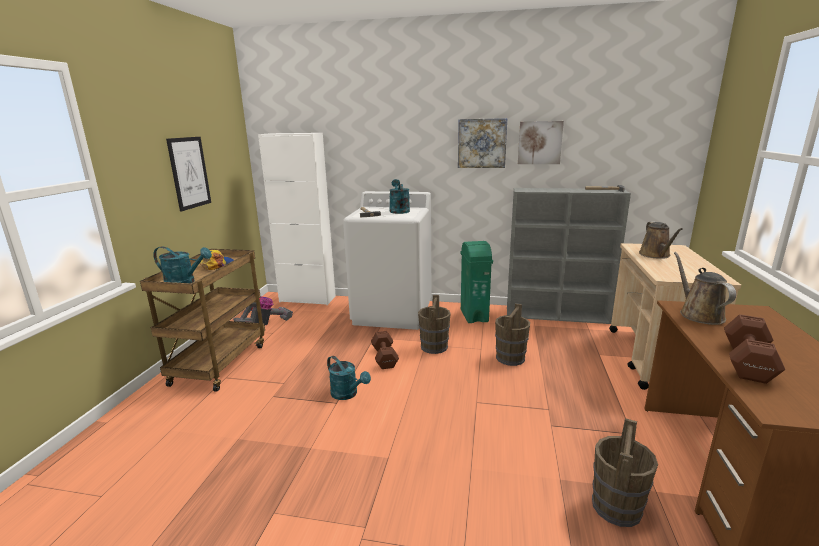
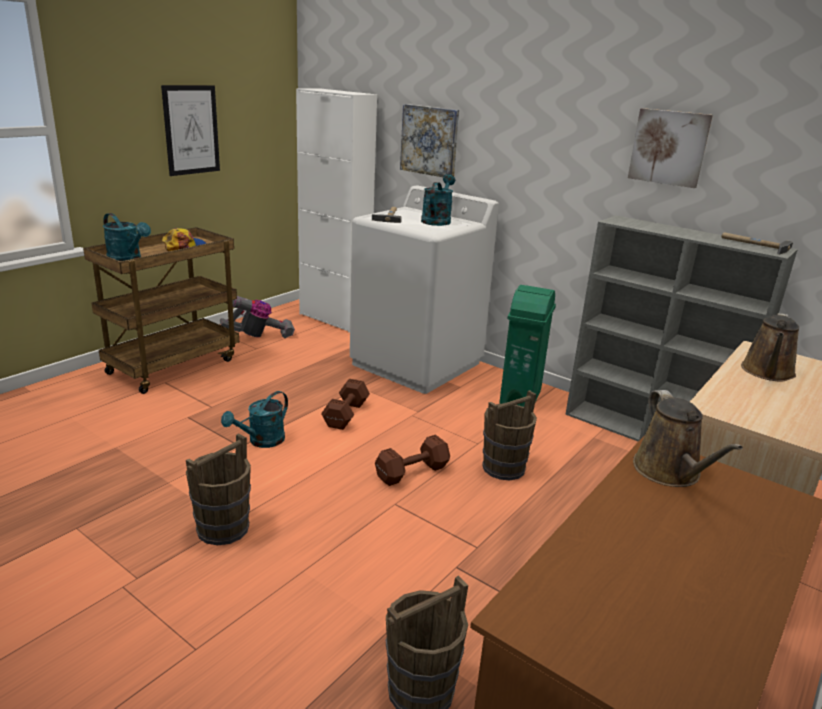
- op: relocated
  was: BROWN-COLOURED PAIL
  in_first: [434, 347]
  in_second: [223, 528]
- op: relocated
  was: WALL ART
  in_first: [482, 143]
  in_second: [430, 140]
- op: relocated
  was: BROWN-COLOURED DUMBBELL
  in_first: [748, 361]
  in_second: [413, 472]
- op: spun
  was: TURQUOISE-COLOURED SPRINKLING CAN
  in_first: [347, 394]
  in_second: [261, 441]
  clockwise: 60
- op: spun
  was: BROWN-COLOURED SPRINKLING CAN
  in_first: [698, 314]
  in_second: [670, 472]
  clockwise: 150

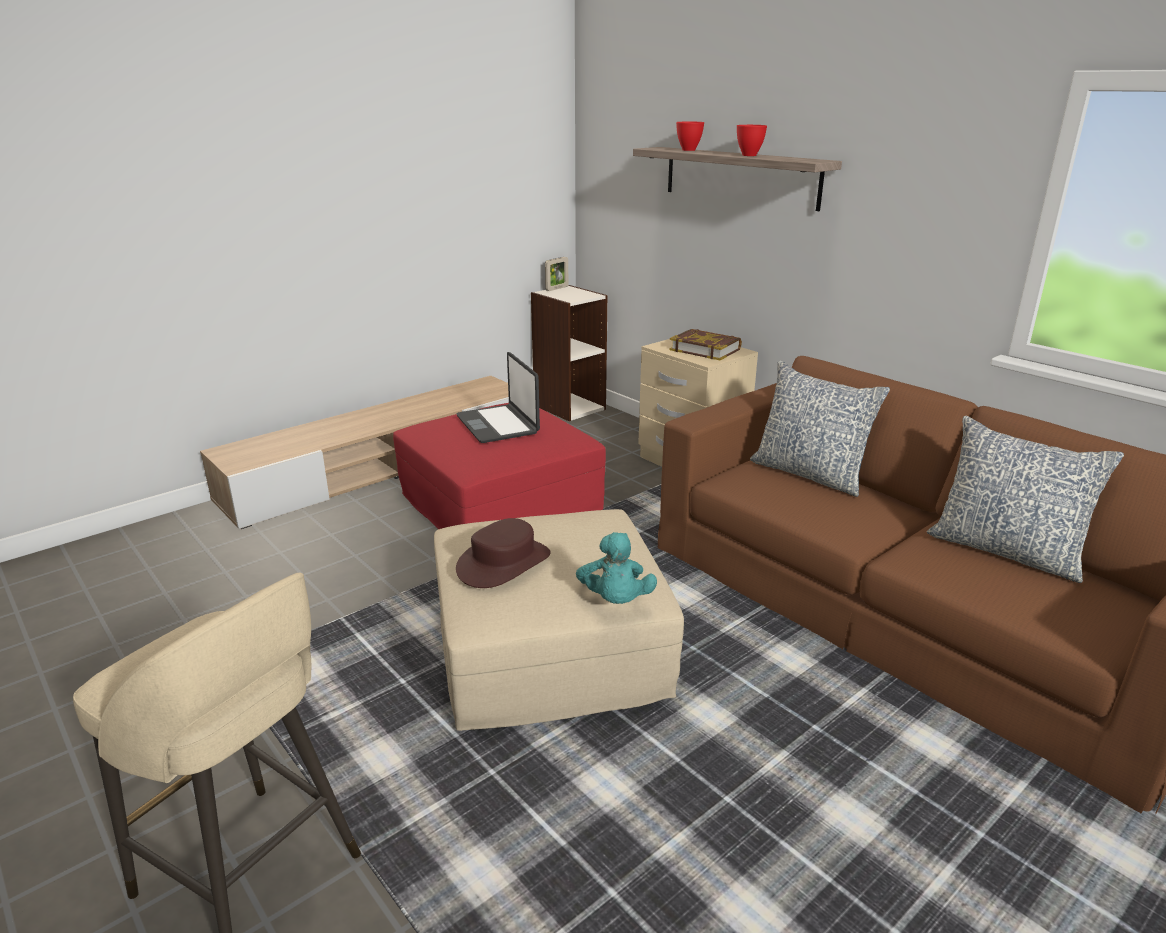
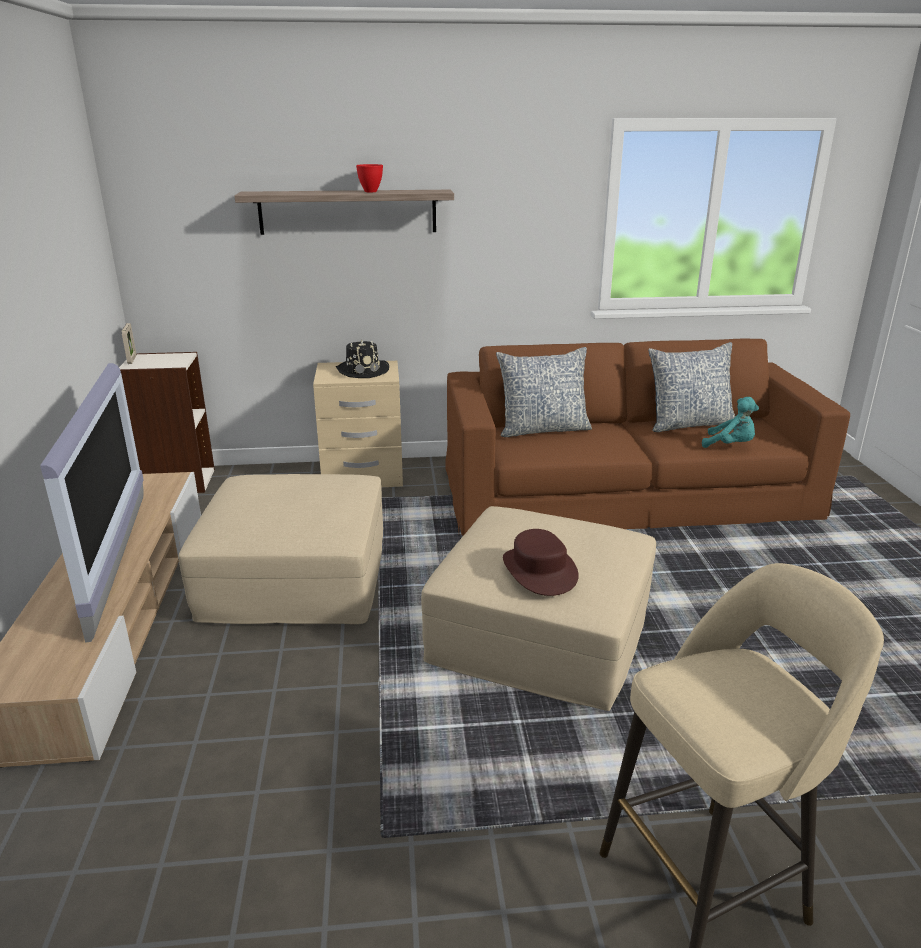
- op: missing
  was: PORTABLE COMPUTER
  in_first: [498, 425]
- op: missing
  was: RED-COLOURED SERVING BOWL
  in_first: [689, 150]
- op: appeared
  now: TELEVISION
  in_second: [121, 561]
- op: relocated
  was: TURQUOISE-COLOURED CUDDLY TOY
  in_first: [615, 600]
  in_second: [730, 445]
- op: exchanged
  was: VOLUME
  now: BLACK-COLOURED WEARABLE HAT
  in_first: [705, 349]
  in_second: [362, 370]
- op: colour
  was: RED-COLOURED FOOTREST
  now: SAND-COLOURED FOOTREST
  in_first: [501, 502]
  in_second: [295, 576]

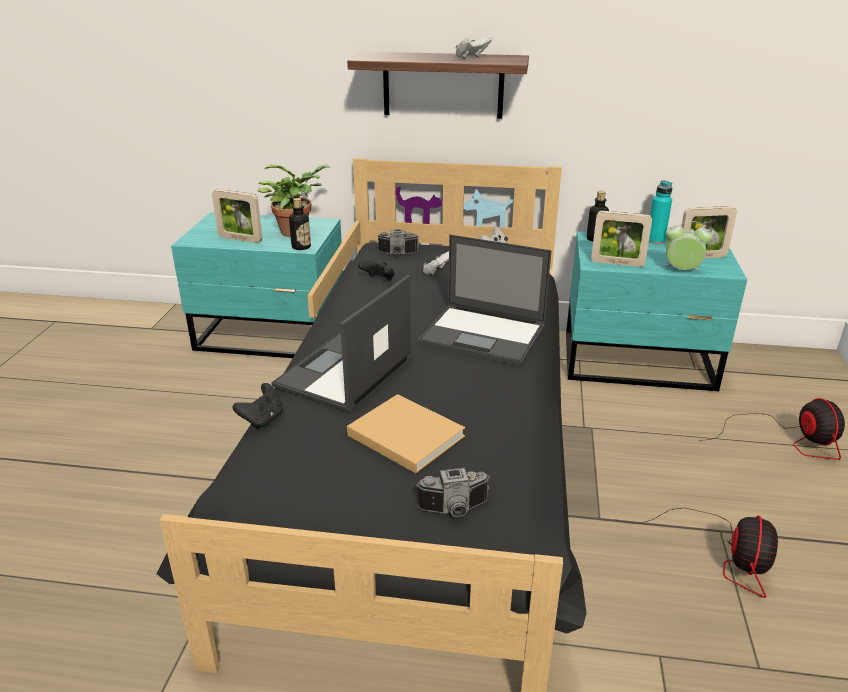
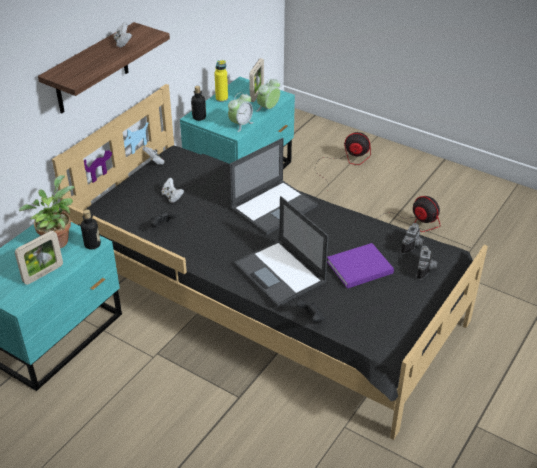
- op: relocated
  was: STILL CAMERA
  in_first: [397, 254]
  in_second: [413, 246]
- op: exchanged
  was: PICTURE FRAME
  now: ALARM CLOCK
  in_first: [617, 263]
  in_second: [240, 124]
- op: colour
  was: SAND-COLOURED VOLUME
  now: PURPLE VOLUME
  in_first: [403, 434]
  in_second: [358, 268]
- op: colour
  was: TURQUOISE-COLOURED BOTTLE
  now: YELLOW-COLOURED BOTTLE
  in_first: [655, 241]
  in_second: [221, 99]

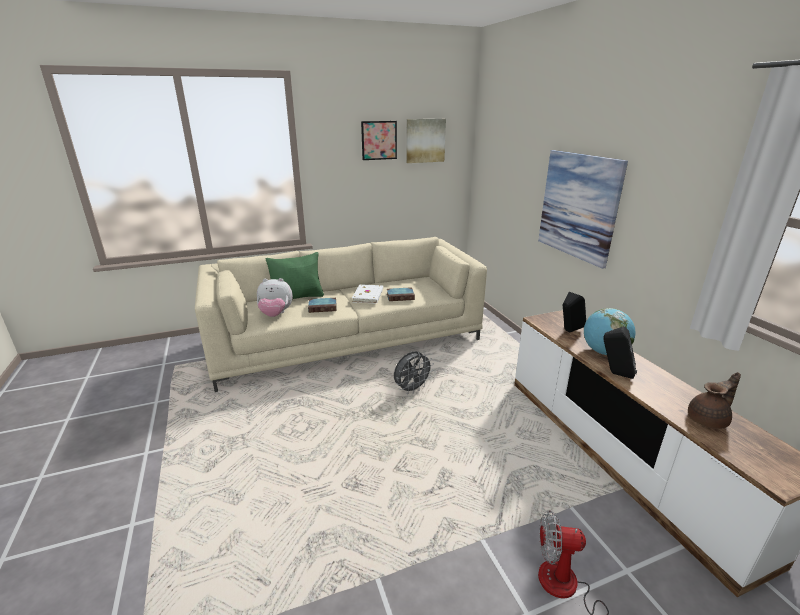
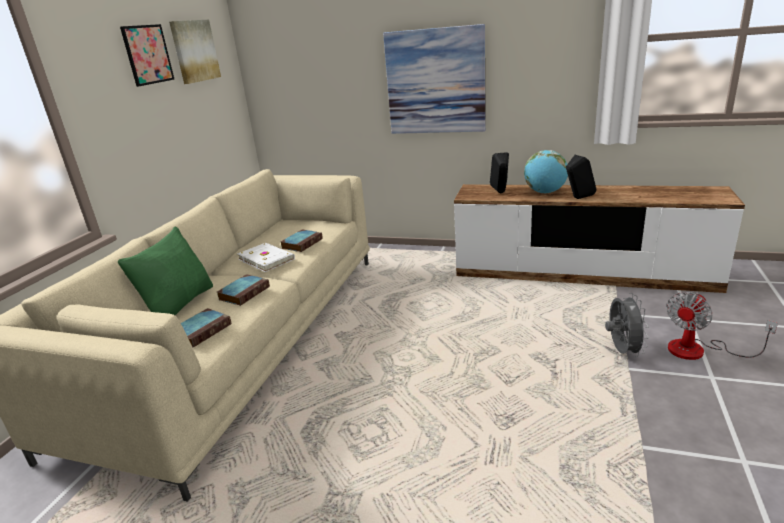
- op: missing
  was: BROWN-COLOURED POT FOR TEA
  in_first: [708, 420]
- op: relocated
  was: GRAY ELECTRIC FAN
  in_first: [412, 389]
  in_second: [621, 351]
- op: exchanged
  was: CUDDLY TOY
  now: VOLUME
  in_first: [276, 314]
  in_second: [202, 330]

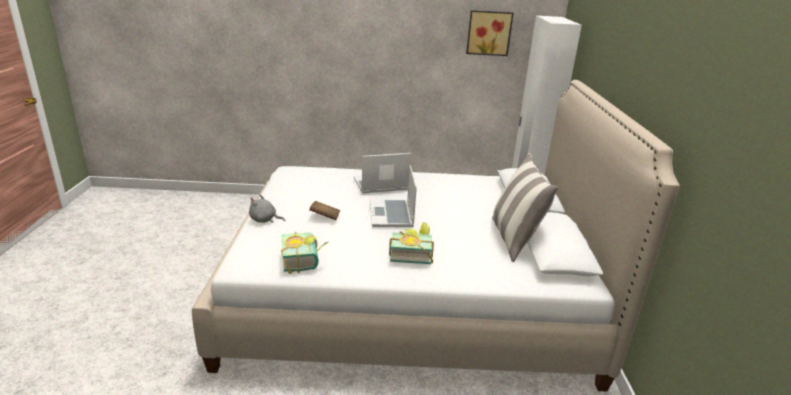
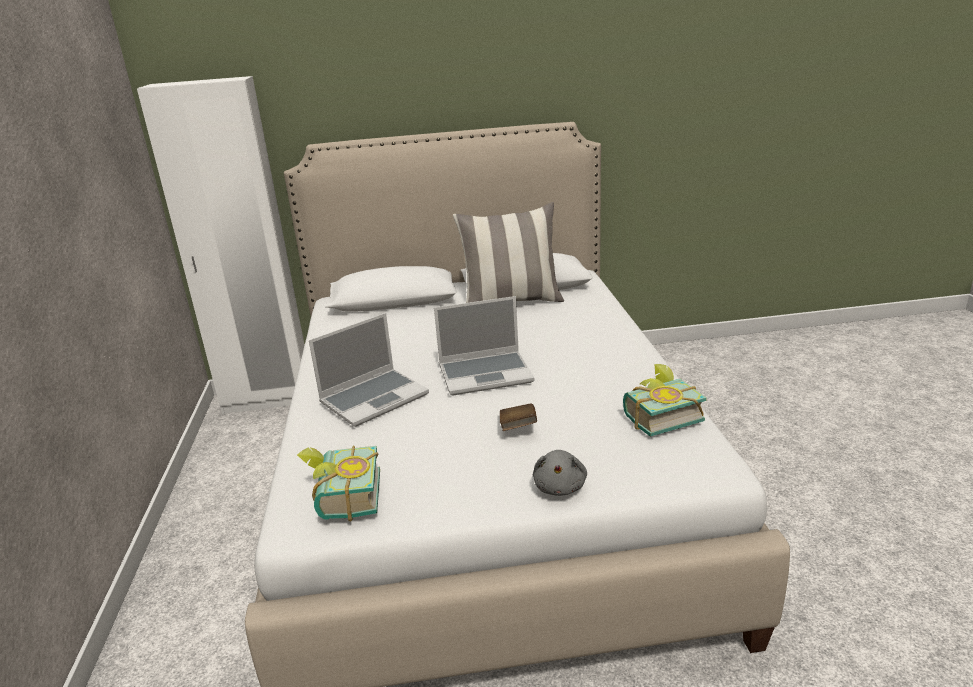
- op: missing
  was: WALL ART
  in_first: [488, 33]
- op: relocated
  was: VOLUME
  in_first: [411, 254]
  in_second: [342, 498]
- op: spun
  was: PORTABLE COMPUTER
  in_first: [380, 185]
  in_second: [374, 398]
  clockwise: -105

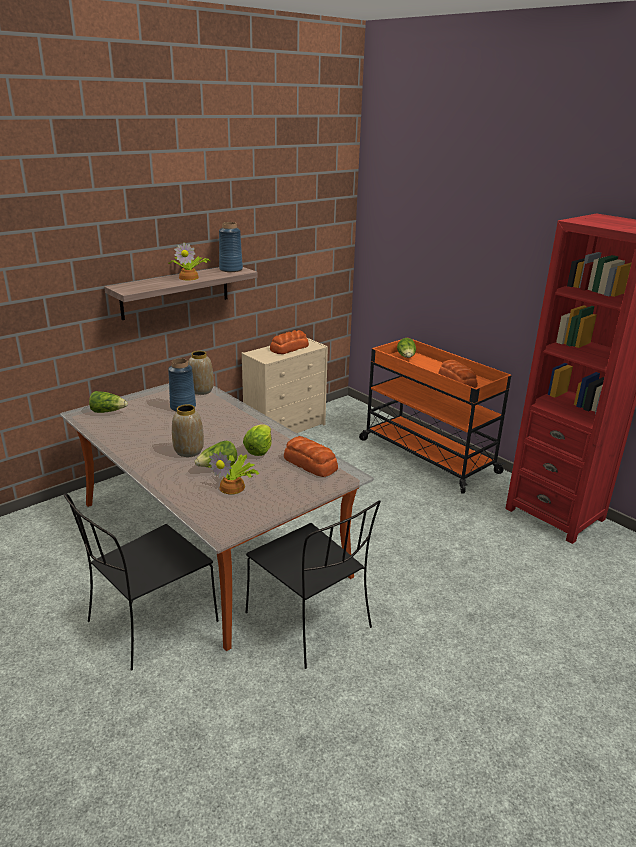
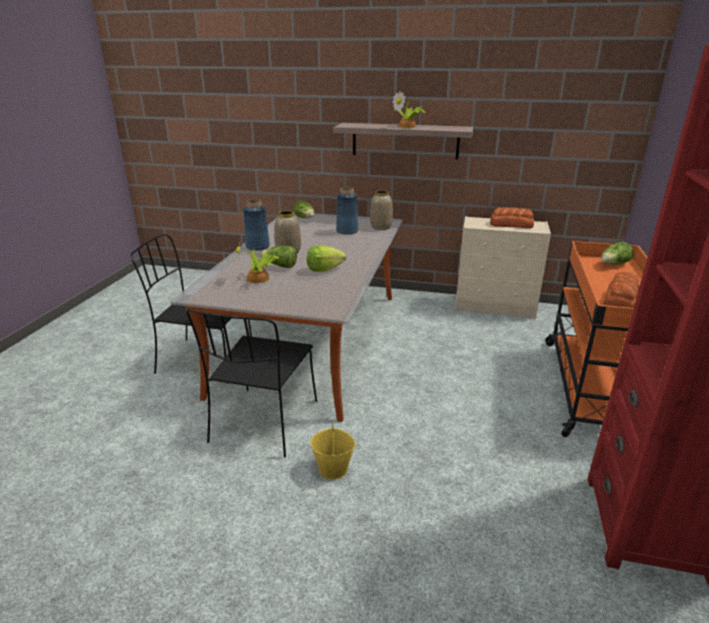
- op: missing
  was: BAKERY BREAD
  in_first: [310, 464]
- op: appeared
  now: YELLOW-COLOURED PAIL
  in_second: [333, 469]
- op: relocated
  was: BLUE VASE
  in_first: [231, 269]
  in_second: [257, 247]

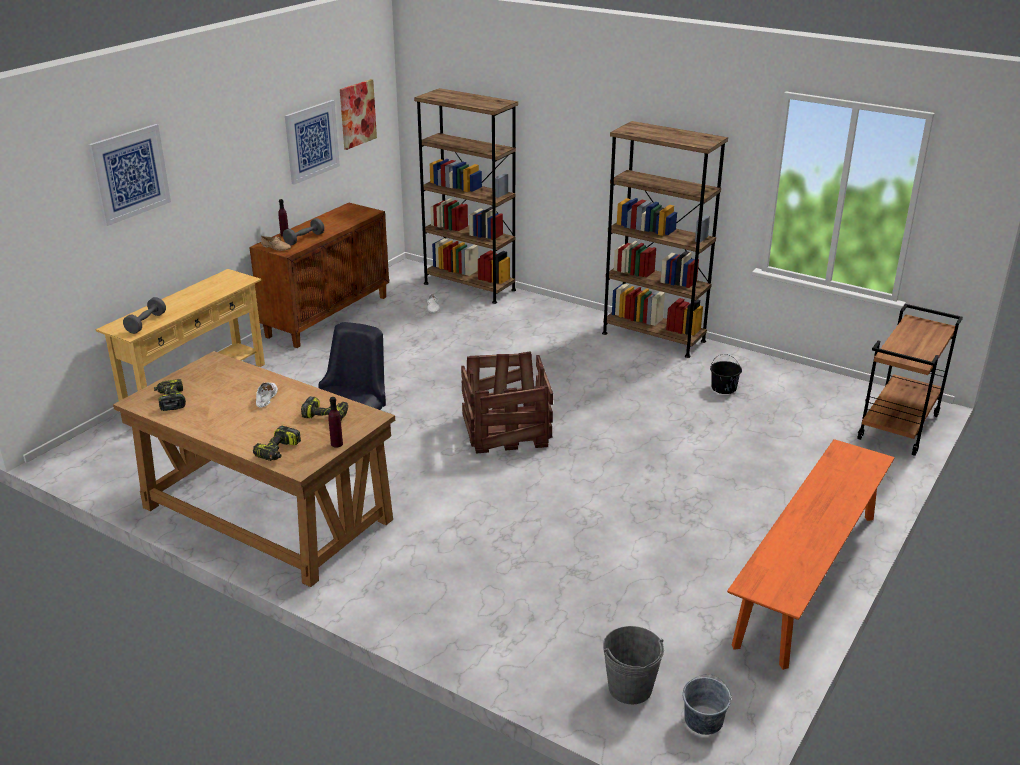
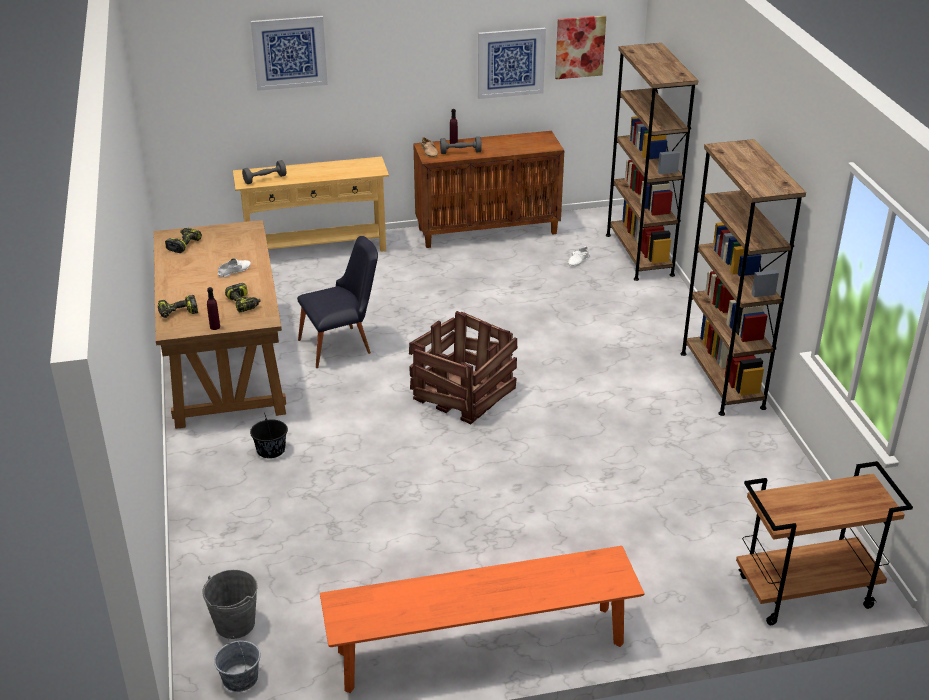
- op: relocated
  was: BLACK-COLOURED PAIL
  in_first: [724, 388]
  in_second: [271, 450]

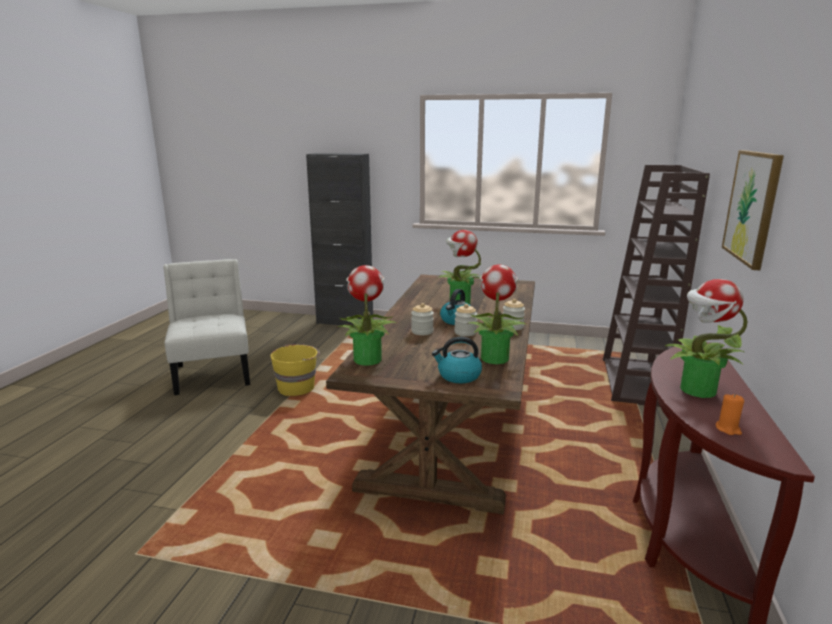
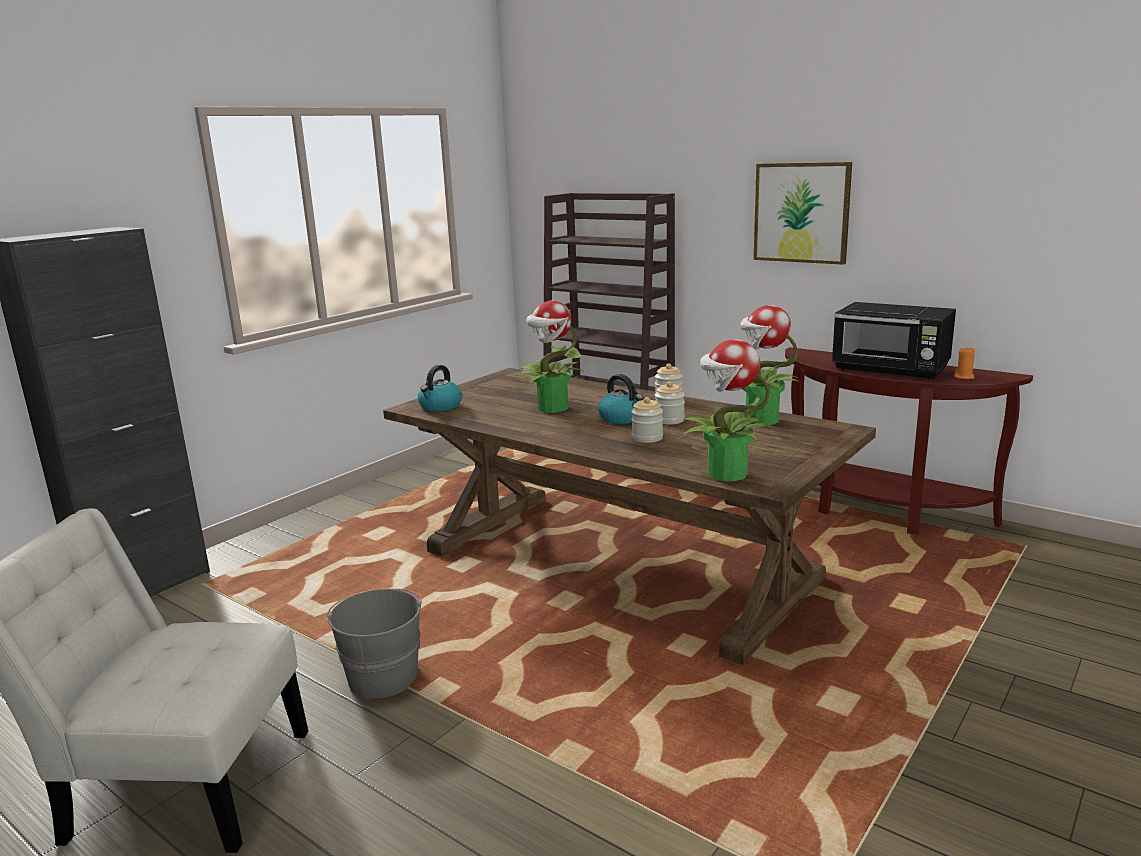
- op: relocated
  was: KETTLE
  in_first: [458, 376]
  in_second: [440, 406]
- op: exchanged
  was: HOUSEPLANT
  now: BLACK-COLOURED MICROWAVE OVEN
  in_first: [696, 390]
  in_second: [891, 370]
- op: colour
  was: YELLOW-COLOURED PAIL
  now: GRAY PAIL
  in_first: [297, 388]
  in_second: [383, 676]

